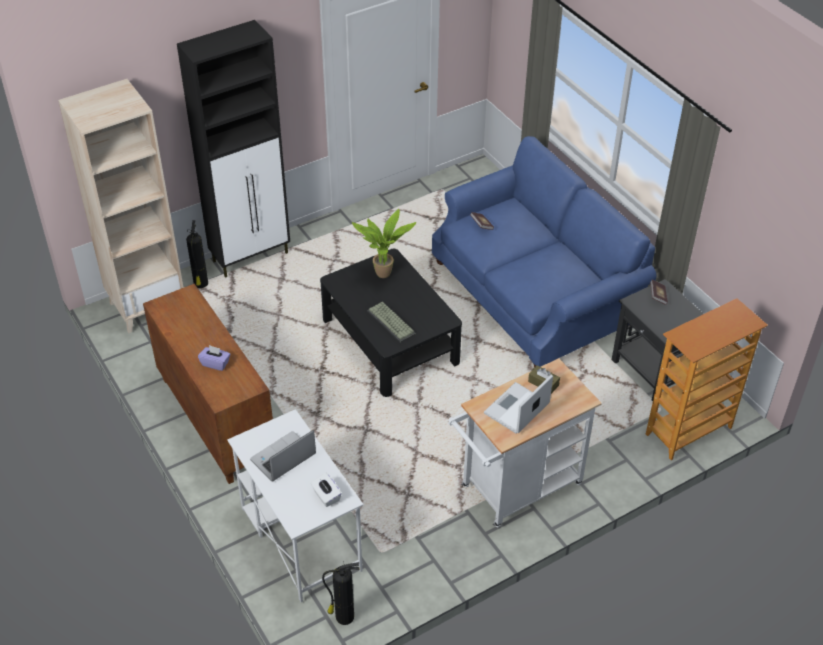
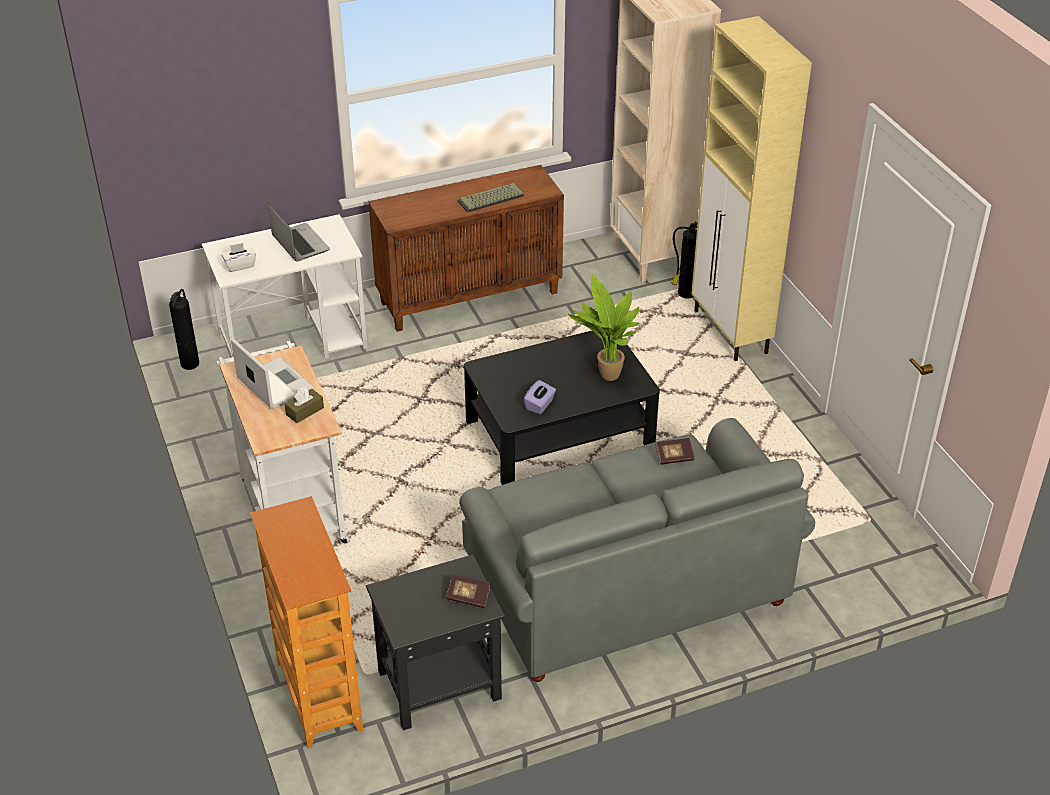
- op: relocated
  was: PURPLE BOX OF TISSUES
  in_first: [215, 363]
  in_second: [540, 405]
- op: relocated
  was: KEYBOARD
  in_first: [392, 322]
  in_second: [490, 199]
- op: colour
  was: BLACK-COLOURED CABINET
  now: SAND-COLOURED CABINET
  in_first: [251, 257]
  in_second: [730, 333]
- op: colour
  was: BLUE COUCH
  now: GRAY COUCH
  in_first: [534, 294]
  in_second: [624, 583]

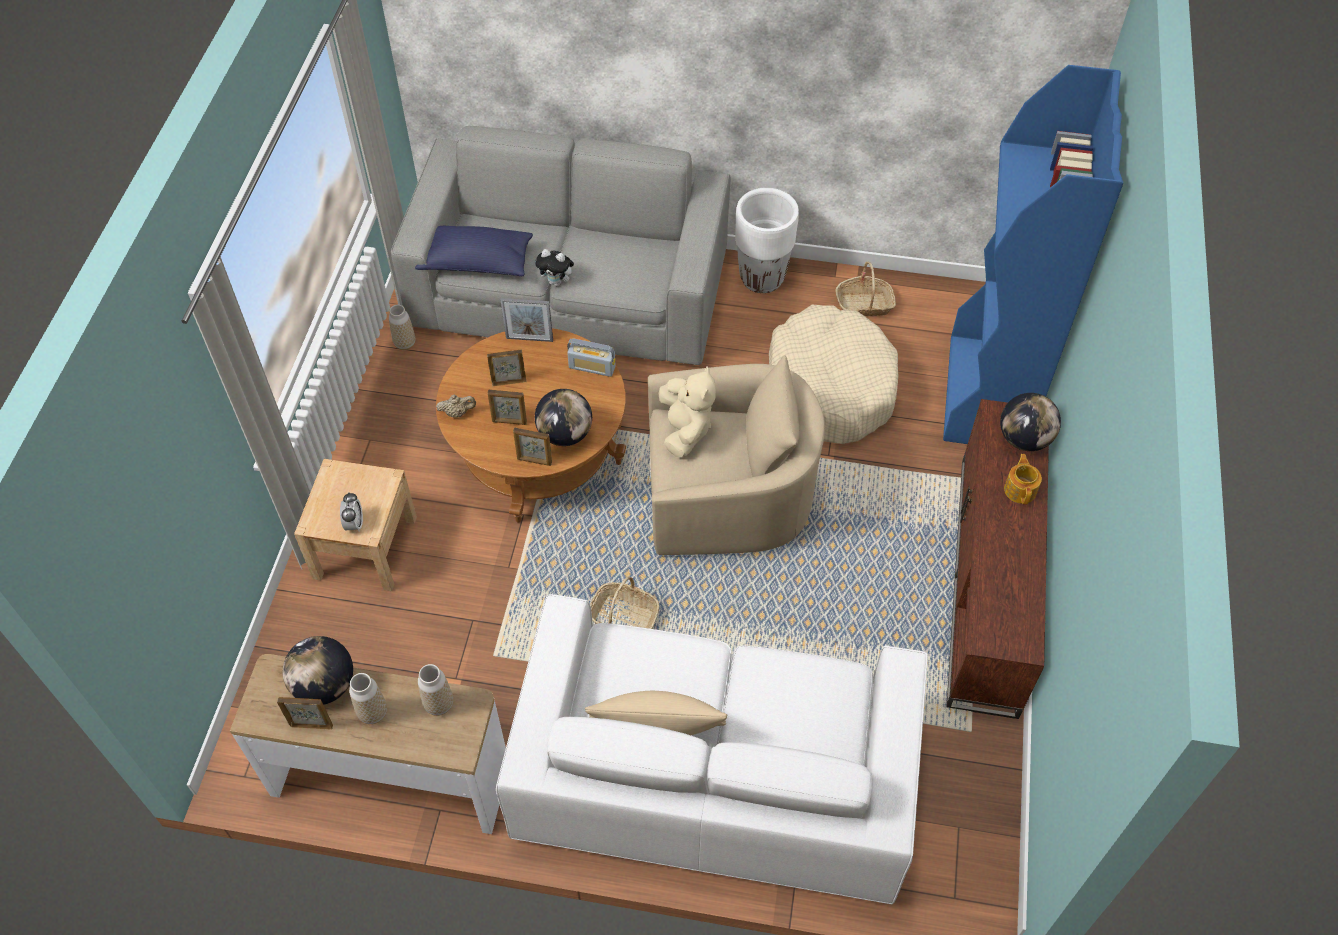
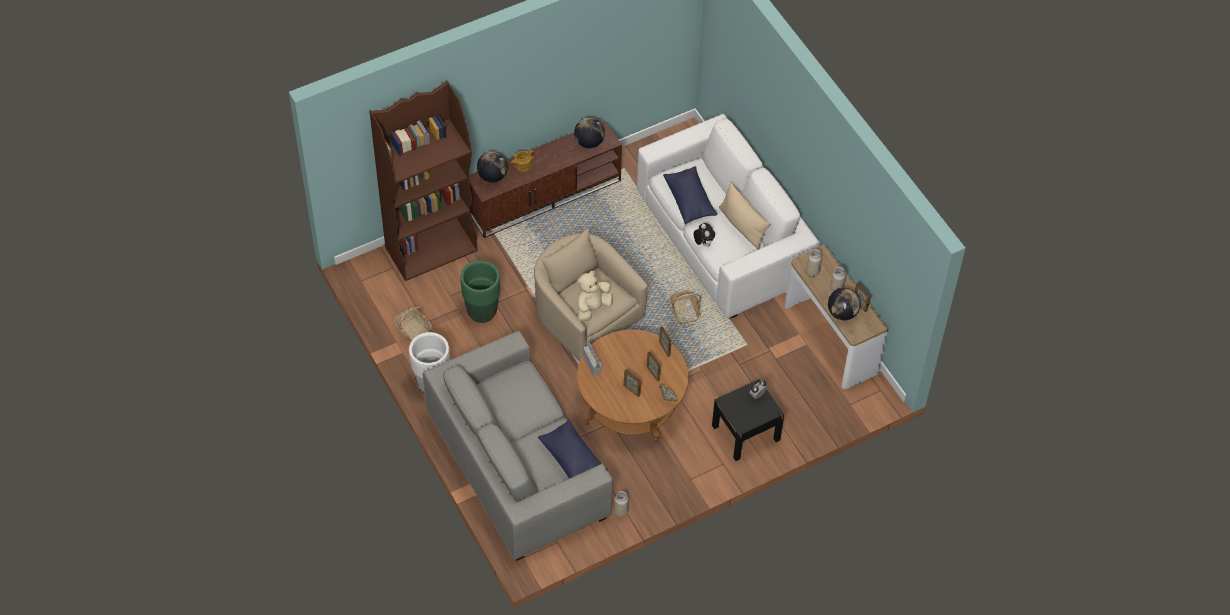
- op: missing
  was: PICTURE FRAME
  in_first: [529, 339]
- op: appeared
  now: BLUE THROW PILLOW
  in_second: [689, 200]
- op: relocated
  was: CUDDLY TOY
  in_first: [557, 282]
  in_second: [703, 243]
- op: relocated
  was: GLOBE
  in_first: [565, 434]
  in_second: [589, 142]
- op: exchanged
  was: SAND-COLOURED PET BED
  now: GREENISH FLOWER POT
  in_first: [831, 386]
  in_second: [482, 312]
- op: colour
  was: SAND-COLOURED NIGHT TABLE
  now: BLACK-COLOURED NIGHT TABLE
  in_first: [365, 547]
  in_second: [745, 432]
- op: colour
  was: BLUE BOOKSHELF
  now: BROWN-COLOURED BOOKSHELF
  in_first: [987, 395]
  in_second: [432, 248]

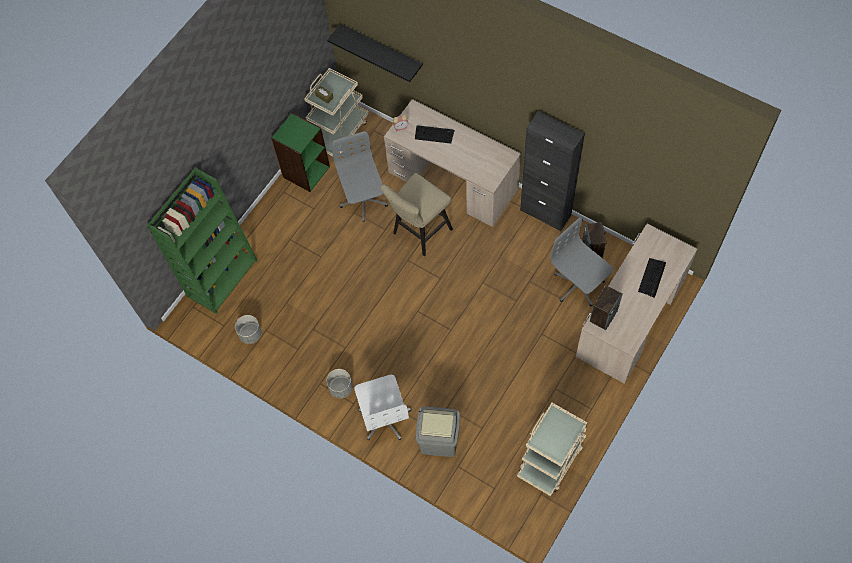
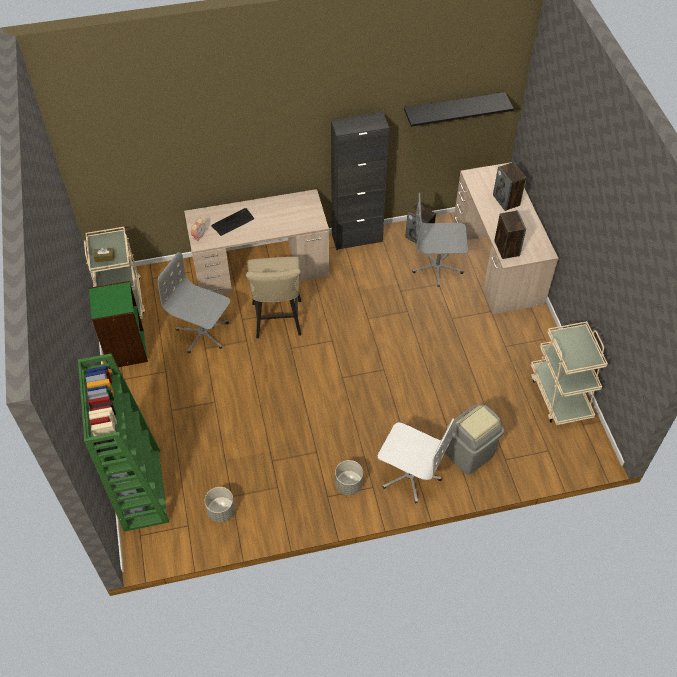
- op: relocated
  was: BLACK-COLOURED SHELF
  in_first: [382, 50]
  in_second: [453, 109]
- op: exchanged
  was: KEYBOARD
  now: AUDIO SPEAKER
  in_first: [652, 277]
  in_second: [506, 200]

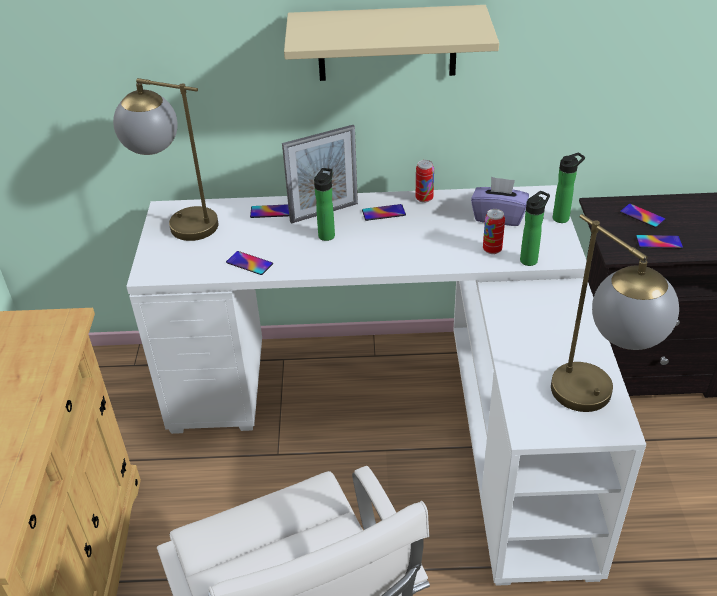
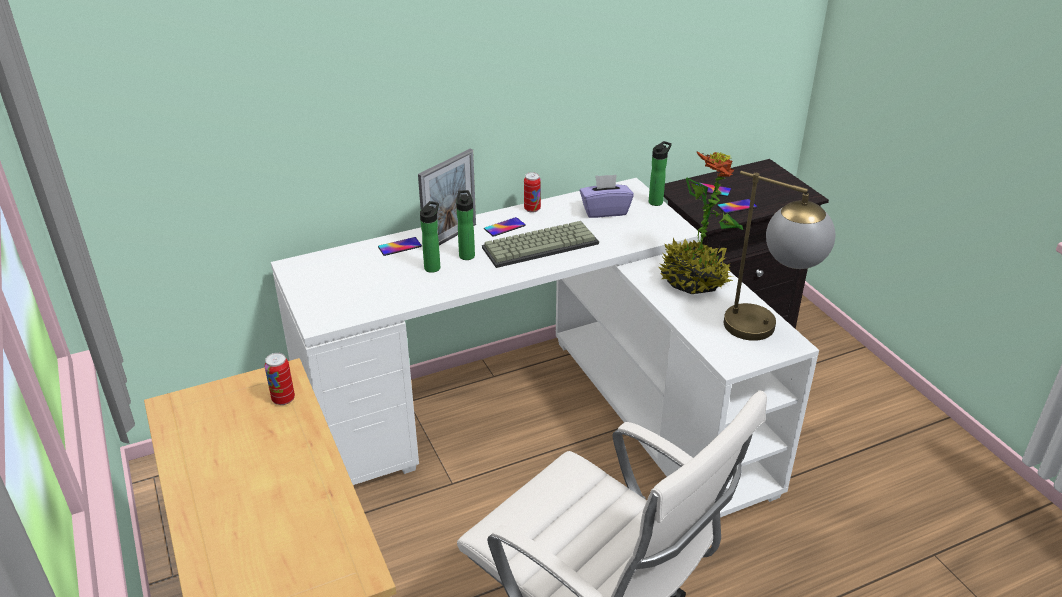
- op: missing
  was: LAMP FOR A TABLE
  in_first: [178, 223]
- op: missing
  was: HANDSET
  in_first: [249, 263]
- op: missing
  was: SAND-COLOURED SHELF
  in_first: [387, 43]
- op: appeared
  now: KEYBOARD
  in_second: [541, 244]
- op: appeared
  now: HOUSEPLANT
  in_second: [694, 280]
- op: relocated
  was: METAL CAN
  in_first: [492, 249]
  in_second: [283, 399]
- op: relocated
  was: BOTTLE
  in_first: [530, 259]
  in_second: [433, 266]

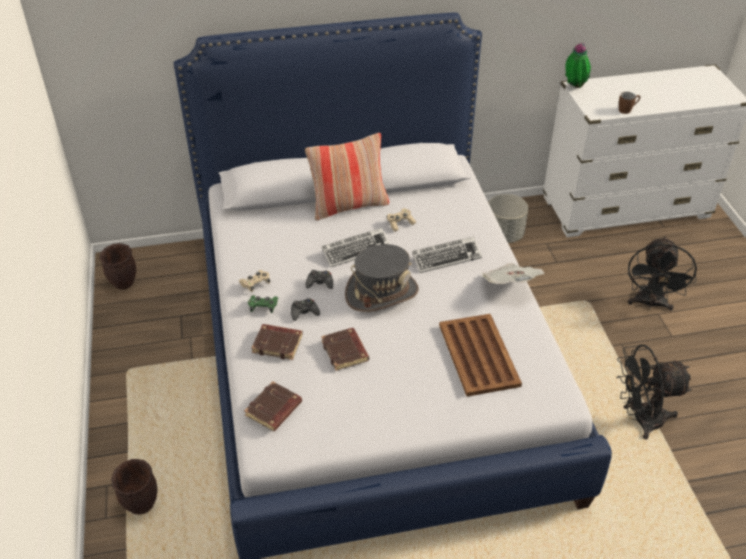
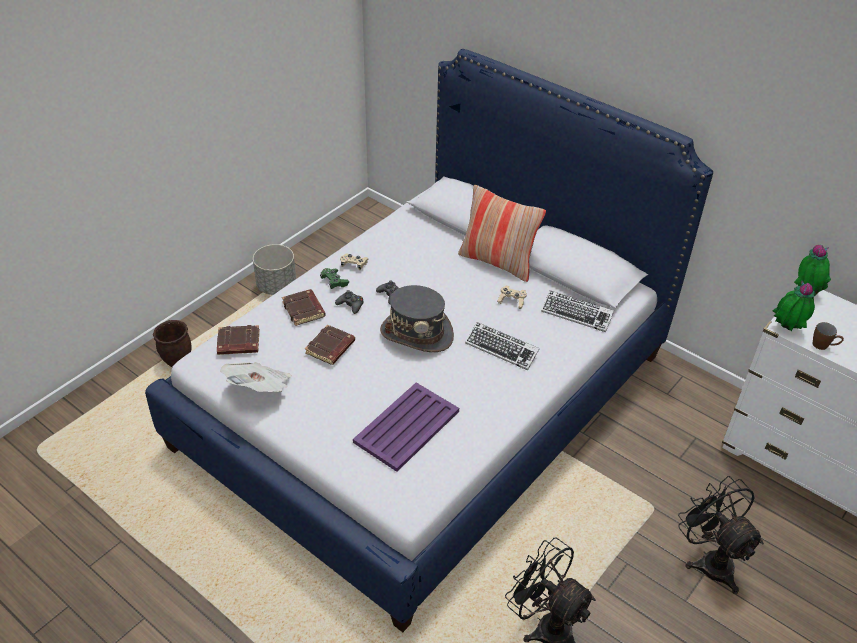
- op: missing
  was: BROWN-COLOURED FLOWER POT
  in_first: [123, 283]
- op: appeared
  now: HOUSEPLANT
  in_second: [786, 330]
- op: relocated
  was: KEYBOARD
  in_first: [356, 250]
  in_second: [576, 314]
- op: relocated
  was: NEWSPAPER
  in_first: [510, 285]
  in_second: [260, 388]
- op: relocated
  was: GRAY FLOWER POT
  in_first: [504, 235]
  in_second: [276, 286]
- op: colour
  was: BROWN-COLOURED TRAY
  now: PURPLE TRAY
  in_first: [478, 354]
  in_second: [407, 426]
- op: spun
  was: BLACK-COLOURED ELECTRIC FAN
  in_first: [649, 304]
  in_second: [710, 560]
  clockwise: 90

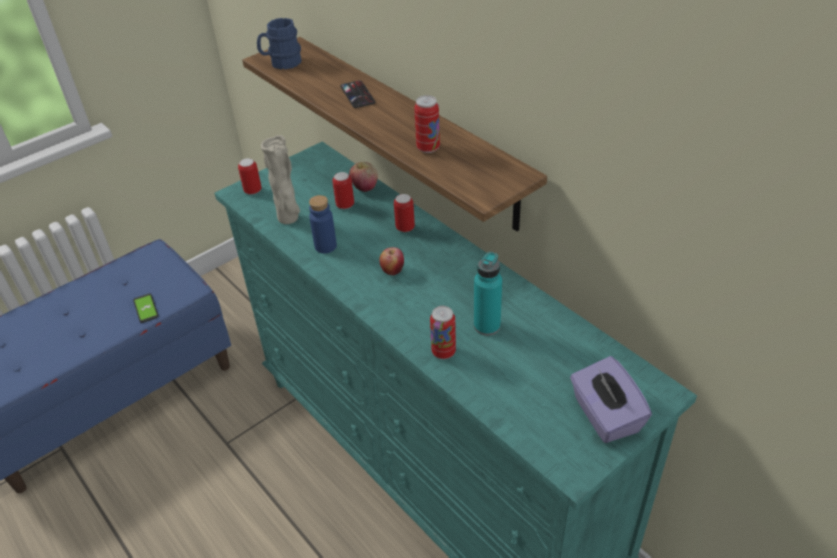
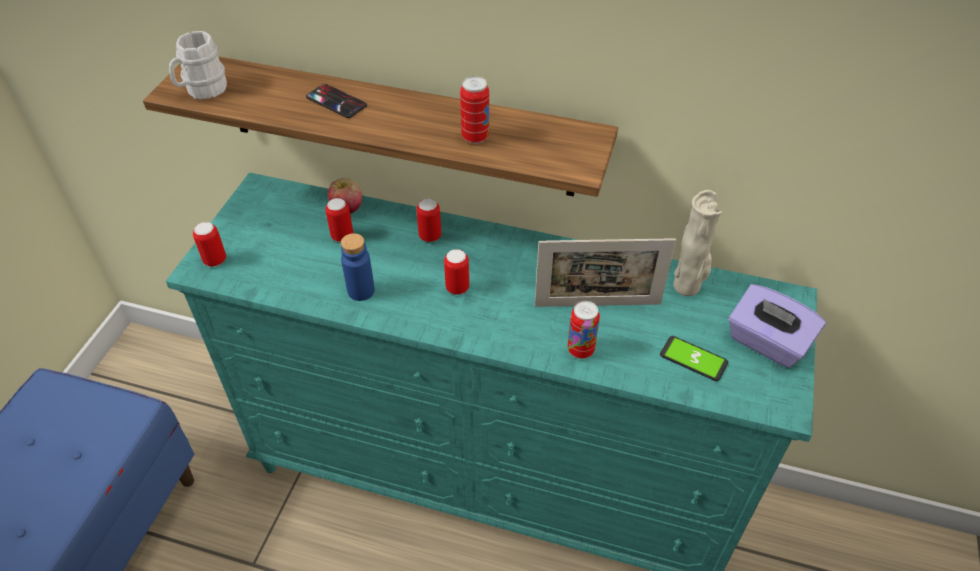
- op: relocated
  was: HANDSET
  in_first: [146, 308]
  in_second: [693, 359]
- op: relocated
  was: SAND-COLOURED VASE
  in_first: [289, 219]
  in_second: [688, 287]
- op: exchanged
  was: APPLE
  now: METAL CAN
  in_first: [392, 271]
  in_second: [457, 288]
- op: exchanged
  was: TURQUOISE-COLOURED BOTTLE
  now: PICTURE FRAME
  in_first: [487, 326]
  in_second: [597, 305]
- op: colour
  was: BLUE MUG
  now: WHITE MUG
  in_first: [281, 63]
  in_second: [202, 90]

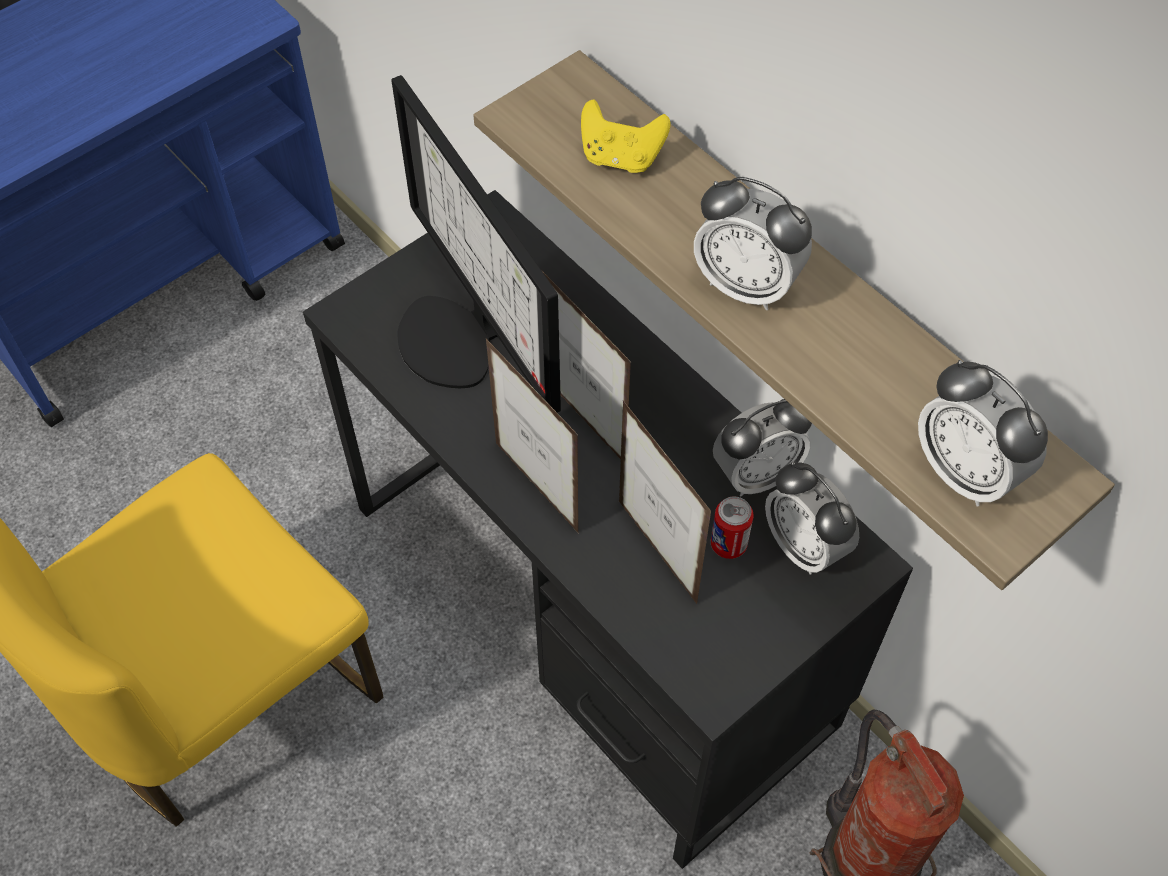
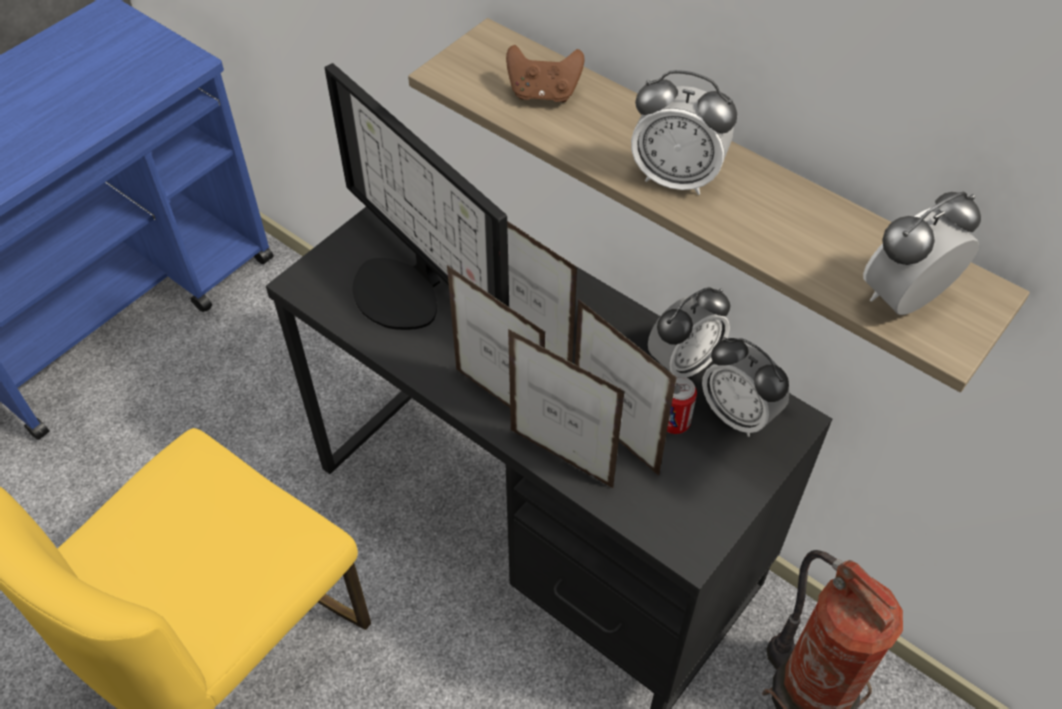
- op: appeared
  now: PICTURE FRAME
  in_second: [561, 459]
- op: colour
  was: YELLOW-COLOURED GAMEPAD
  now: BROWN-COLOURED GAMEPAD
  in_first: [621, 157]
  in_second: [543, 93]
- op: spun
  was: ALARM CLOCK
  in_first: [966, 472]
  in_second: [904, 299]
  clockwise: 105

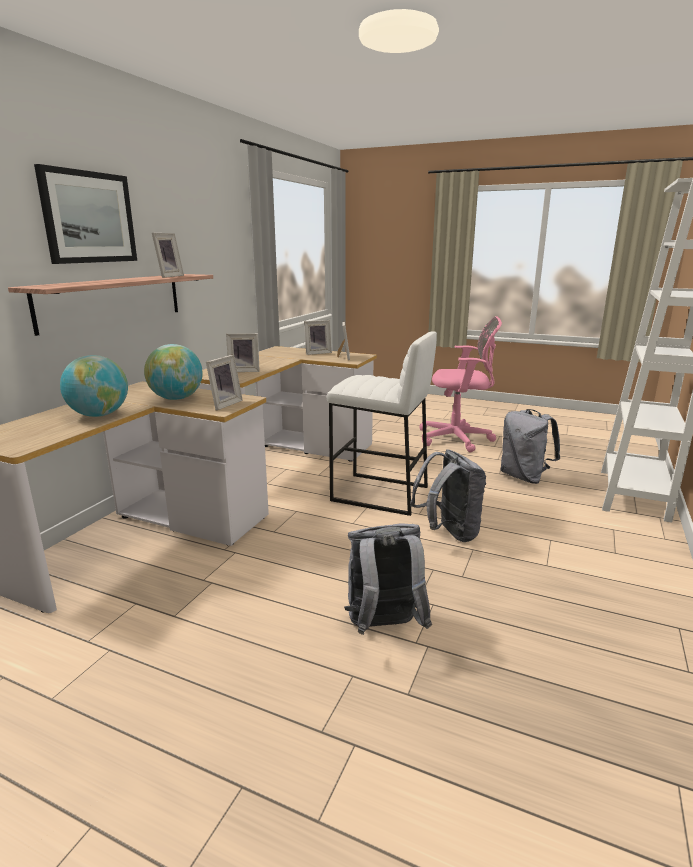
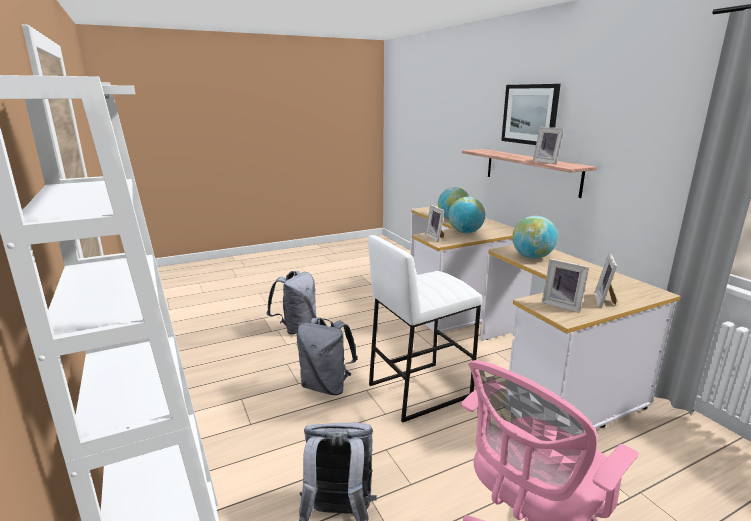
- op: exchanged
  was: PICTURE FRAME
  now: GLOBE
  in_first: [244, 370]
  in_second: [532, 257]

